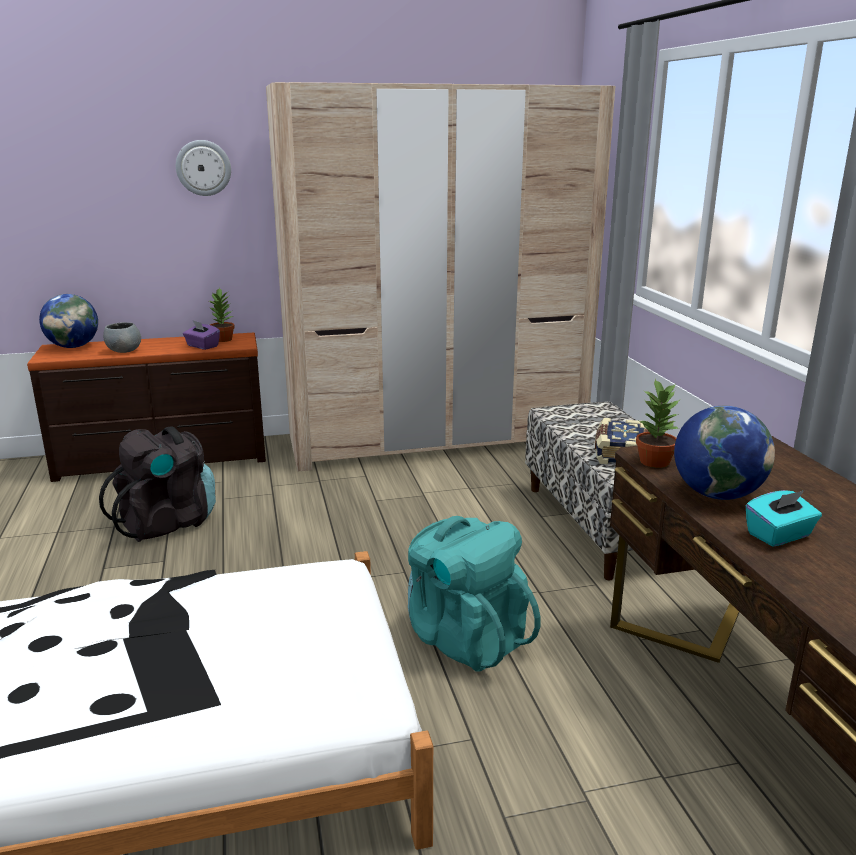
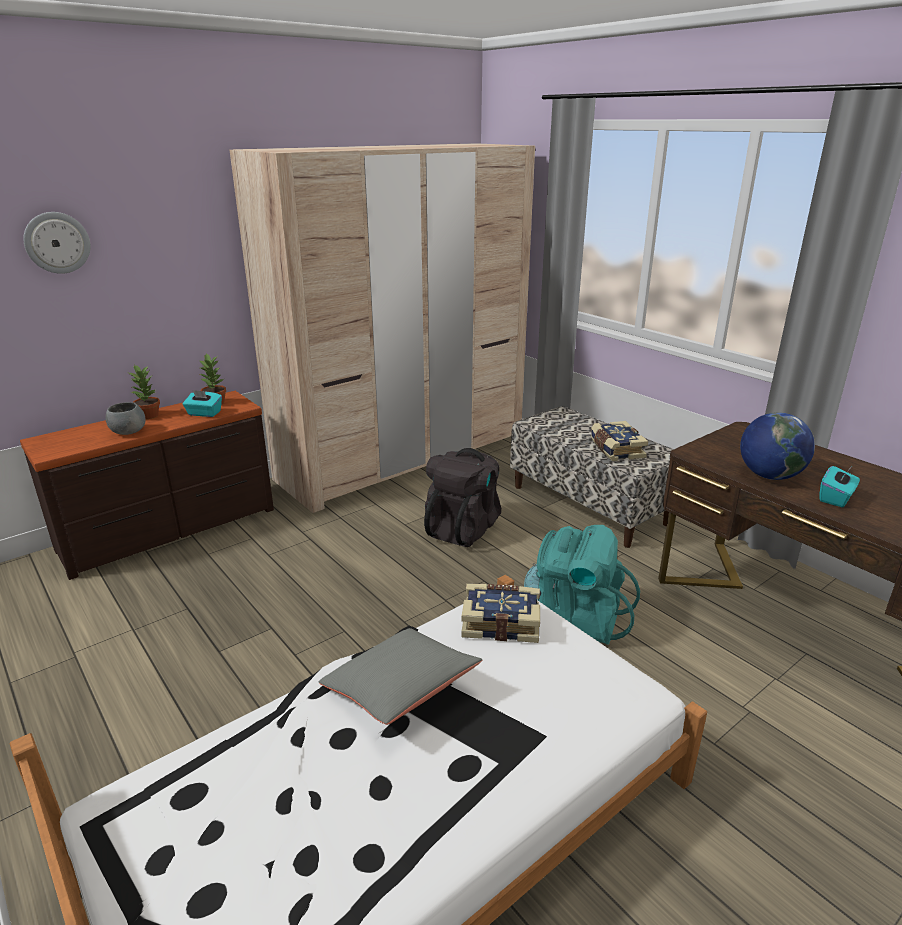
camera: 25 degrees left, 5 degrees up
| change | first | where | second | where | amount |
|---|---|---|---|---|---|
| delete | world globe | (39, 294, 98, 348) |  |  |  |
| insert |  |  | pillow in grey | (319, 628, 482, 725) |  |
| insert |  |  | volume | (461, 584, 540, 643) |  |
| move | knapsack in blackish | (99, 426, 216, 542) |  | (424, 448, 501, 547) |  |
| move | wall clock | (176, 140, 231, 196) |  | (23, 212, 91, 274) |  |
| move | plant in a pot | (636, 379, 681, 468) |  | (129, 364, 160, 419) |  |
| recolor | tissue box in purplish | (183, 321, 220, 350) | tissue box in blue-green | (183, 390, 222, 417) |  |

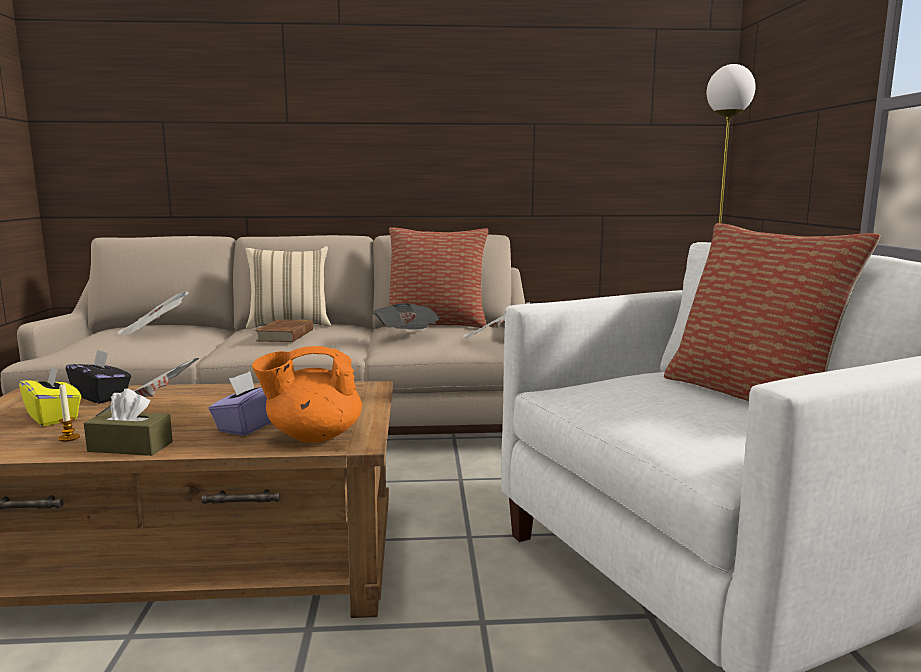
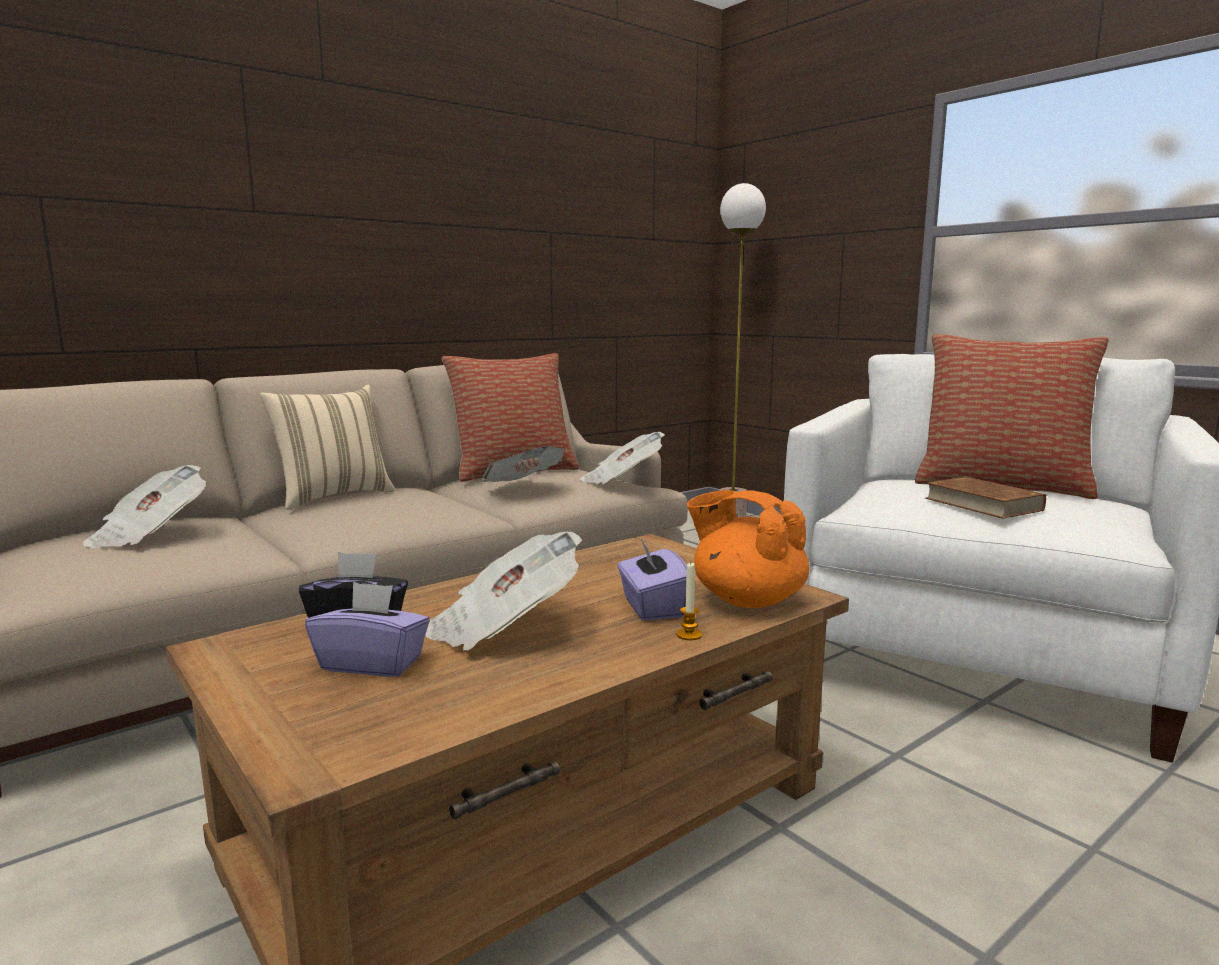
camera: 35 degrees left, 0 degrees up
| change | first | where | second | where | amount |
|---|---|---|---|---|---|
| delete | tissue box in brown-coloured | (84, 389, 173, 456) |  |  |  |
| move | wax candle | (58, 384, 80, 442) |  | (676, 563, 702, 640) |  |
| move | volume in brown-coloured | (255, 319, 313, 342) |  | (925, 477, 1046, 519) |  |
| recolor | tissue box in yellowish | (19, 365, 81, 426) | tissue box in purplish | (305, 582, 430, 677) |  |
| rotate | tea pot in orange-coloured | (252, 346, 362, 443) |  | (687, 490, 810, 608) | 90 degrees clockwise |

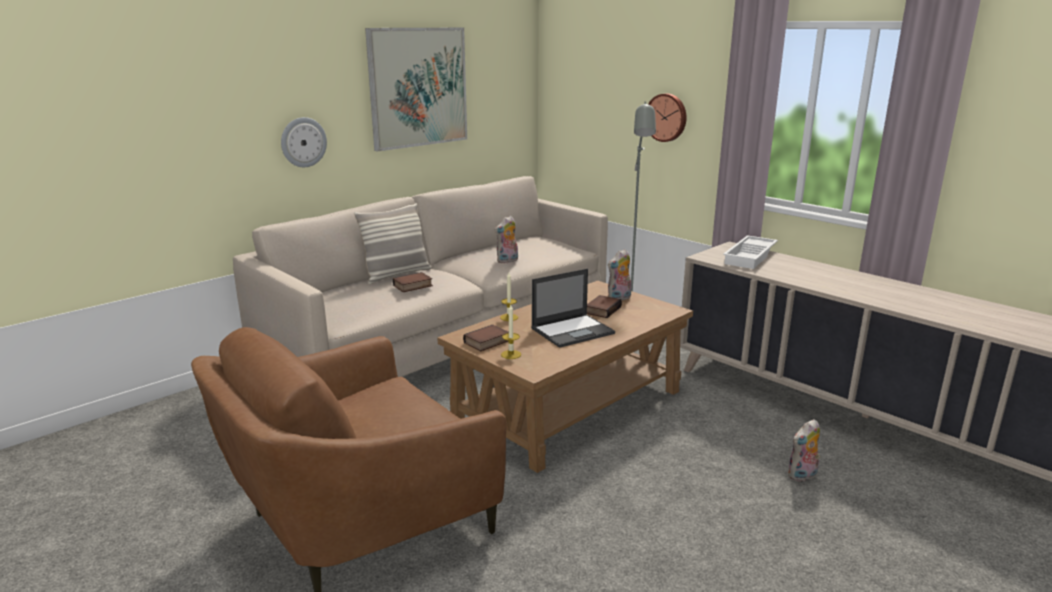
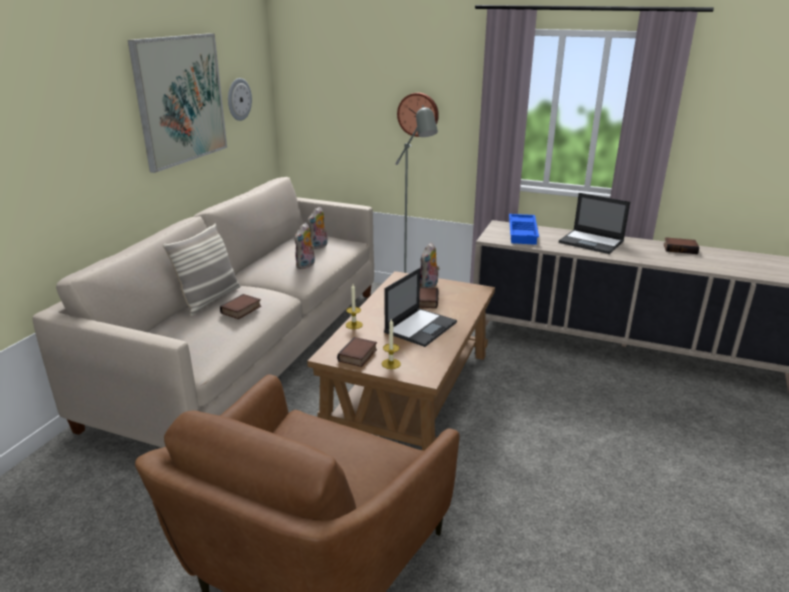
camera: 25 degrees left, 5 degrees up
| change | first | where | second | where | amount |
|---|---|---|---|---|---|
| insert |  |  | laptop | (559, 193, 630, 254) |  |
| insert |  |  | volume | (663, 237, 699, 254) |  |
| move | wall clock | (281, 117, 327, 167) |  | (228, 78, 252, 121) |  |
| move | soft toy | (787, 419, 820, 482) |  | (308, 207, 328, 249) |  |
| recolor | carrying tray in whitish | (723, 235, 778, 269) | carrying tray in blue | (509, 214, 539, 245) |  |

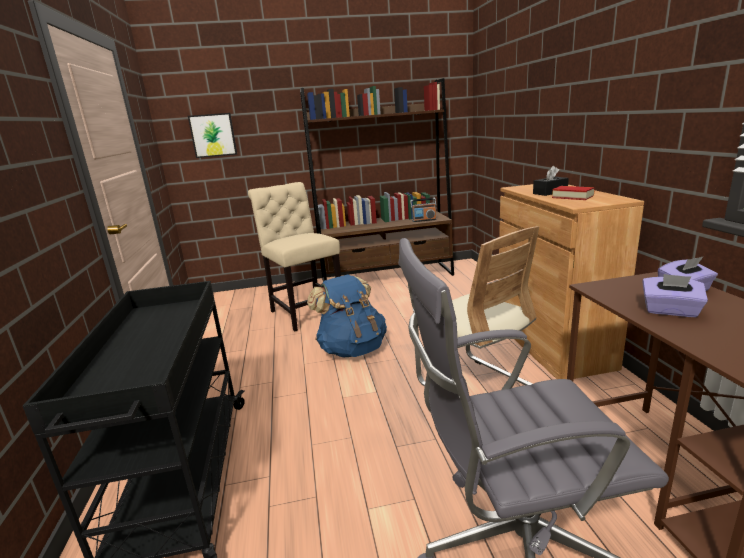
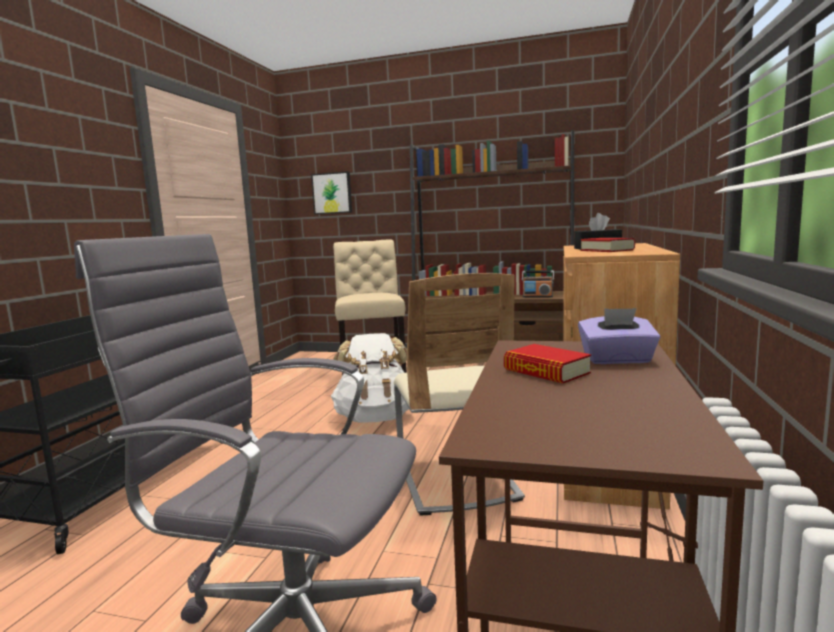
camera: 25 degrees right, 10 degrees down
| change | first | where | second | where | amount |
|---|---|---|---|---|---|
| replace | tissue box in purplish | (642, 274, 708, 317) | volume | (504, 344, 591, 383) |  |
| recolor | knapsack in blue | (307, 275, 387, 357) | knapsack in whitish | (331, 333, 409, 423) |  |

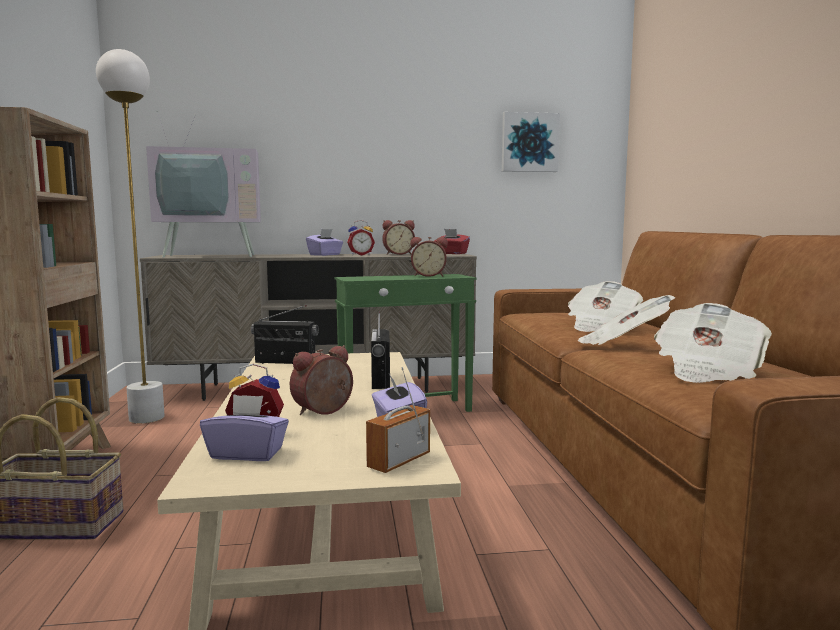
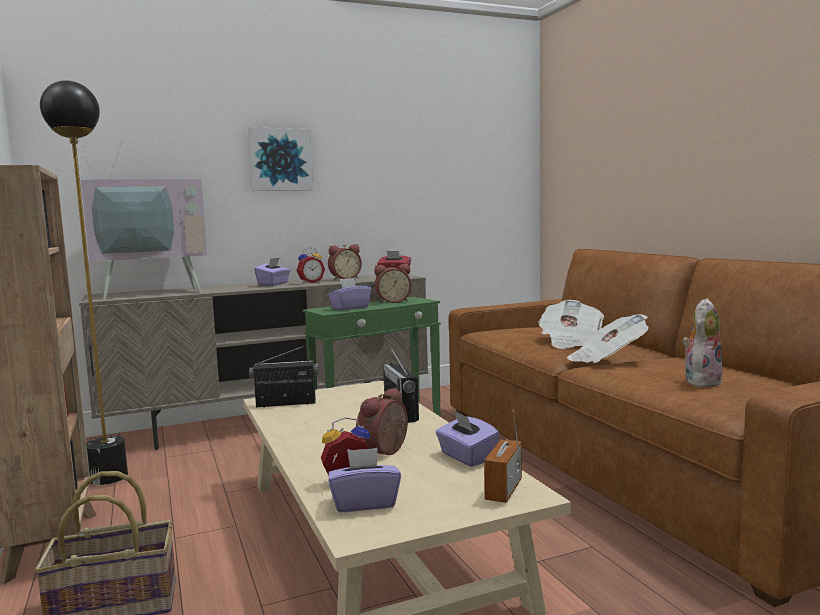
camera: 15 degrees left, 0 degrees up
| change | first | where | second | where | amount |
|---|---|---|---|---|---|
| insert |  |  | tissue box in purplish | (328, 277, 372, 310) |  |
| move | wall art | (502, 112, 560, 172) |  | (248, 127, 313, 191) |  |
| replace | printed paper | (654, 303, 772, 383) | soft toy | (682, 298, 723, 387) |  |
| recolor | standing lamp in whitish | (96, 49, 165, 424) | standing lamp in blackish | (40, 80, 128, 485) |  |

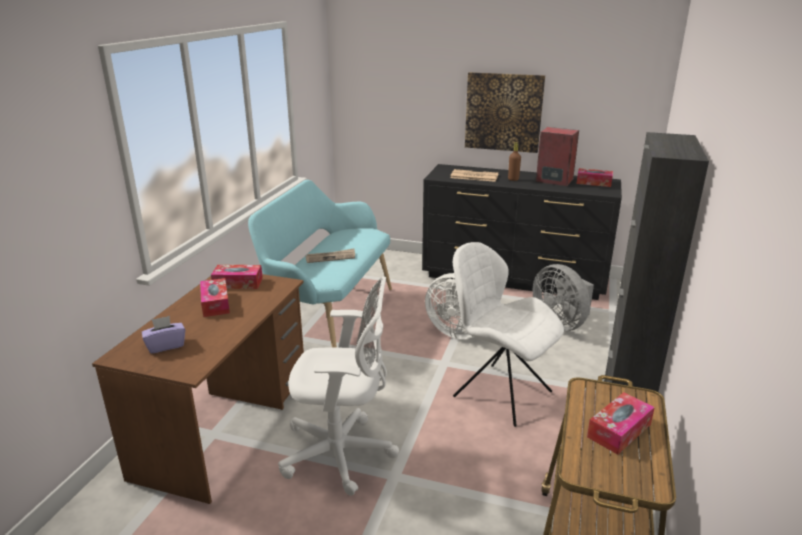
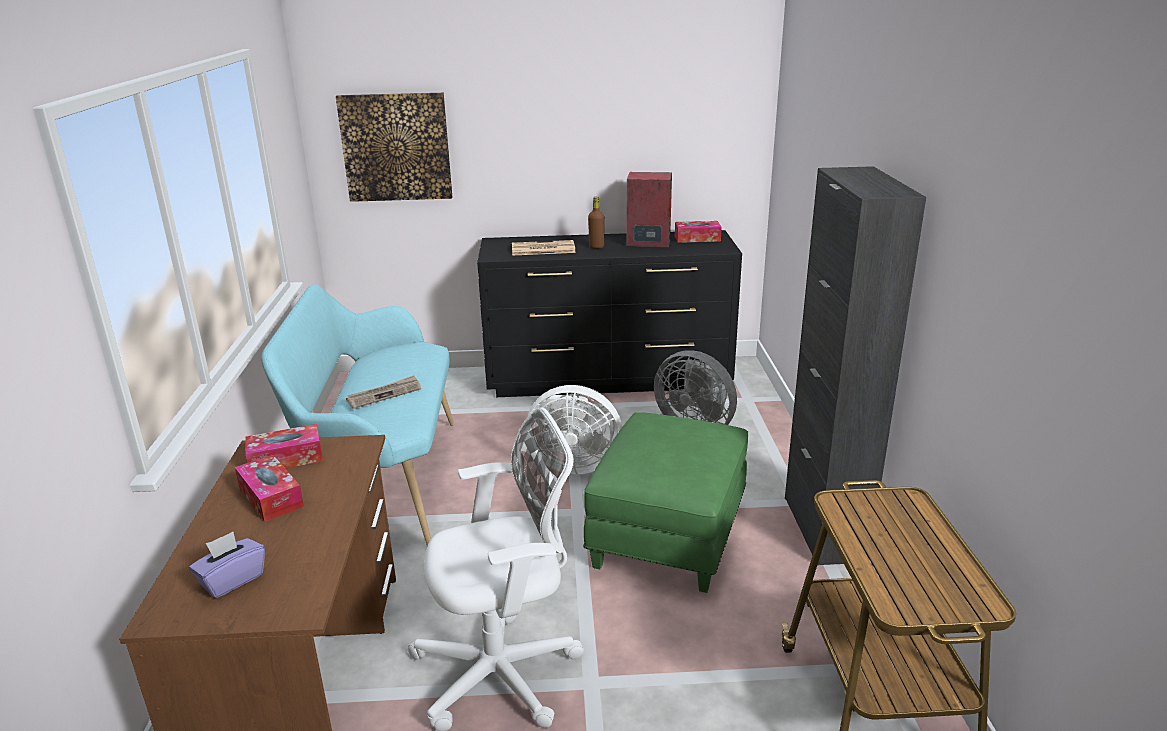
camera: 20 degrees left, 0 degrees up
| change | first | where | second | where | amount |
|---|---|---|---|---|---|
| delete | tissue box | (587, 392, 655, 455) |  |  |  |
| move | wall art | (465, 72, 545, 153) |  | (336, 93, 452, 202) |  |
| replace | chair in whitish | (453, 242, 564, 427) | footrest in greenish | (583, 412, 748, 593) |  |

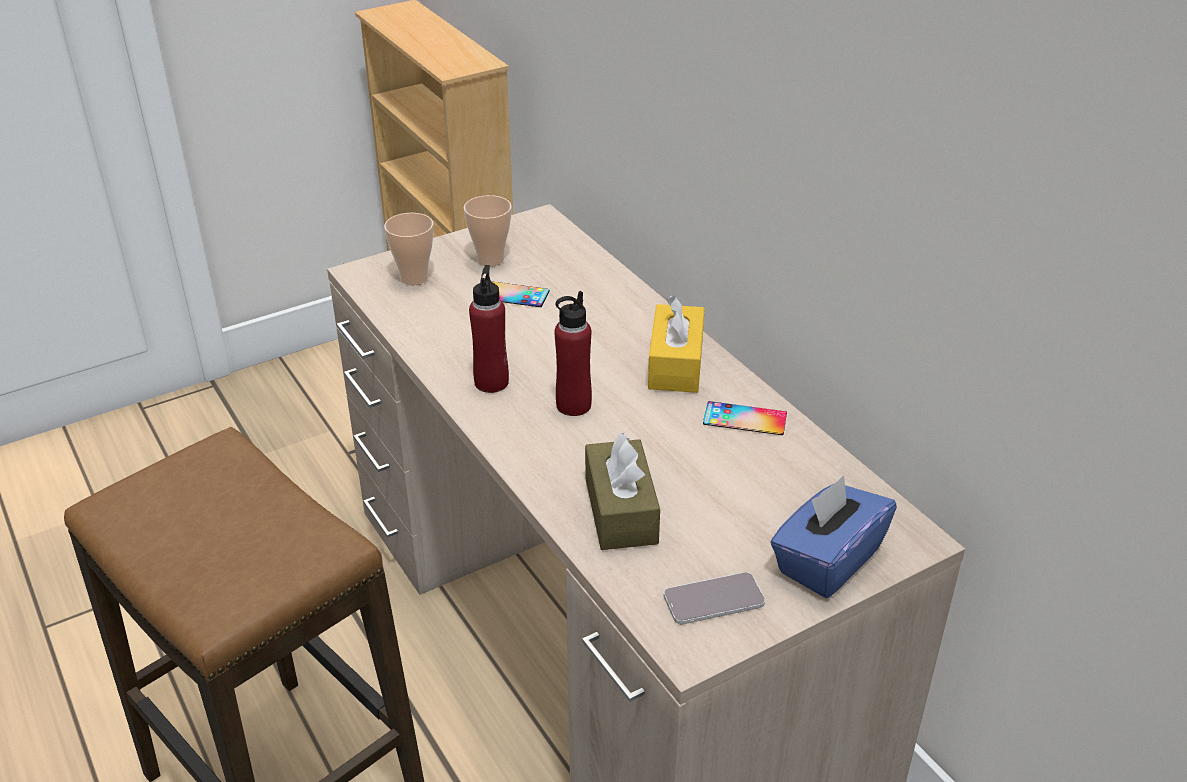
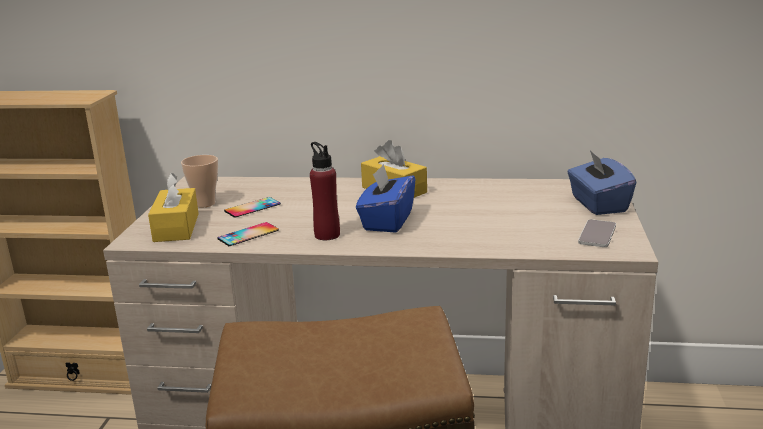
camera: 50 degrees left, 15 degrees down
| change | first | where | second | where | amount |
|---|---|---|---|---|---|
| delete | tissue box in brown-coloured | (585, 433, 660, 550) |  |  |  |
| move | handset | (703, 401, 787, 435) |  | (217, 222, 279, 246) |  |
| replace | small cup | (384, 213, 434, 285) | tissue box in yellowish | (148, 173, 199, 242) |  |
| replace | bottle in red-coloured | (554, 291, 592, 416) | tissue box in blue | (356, 164, 415, 233) |  |

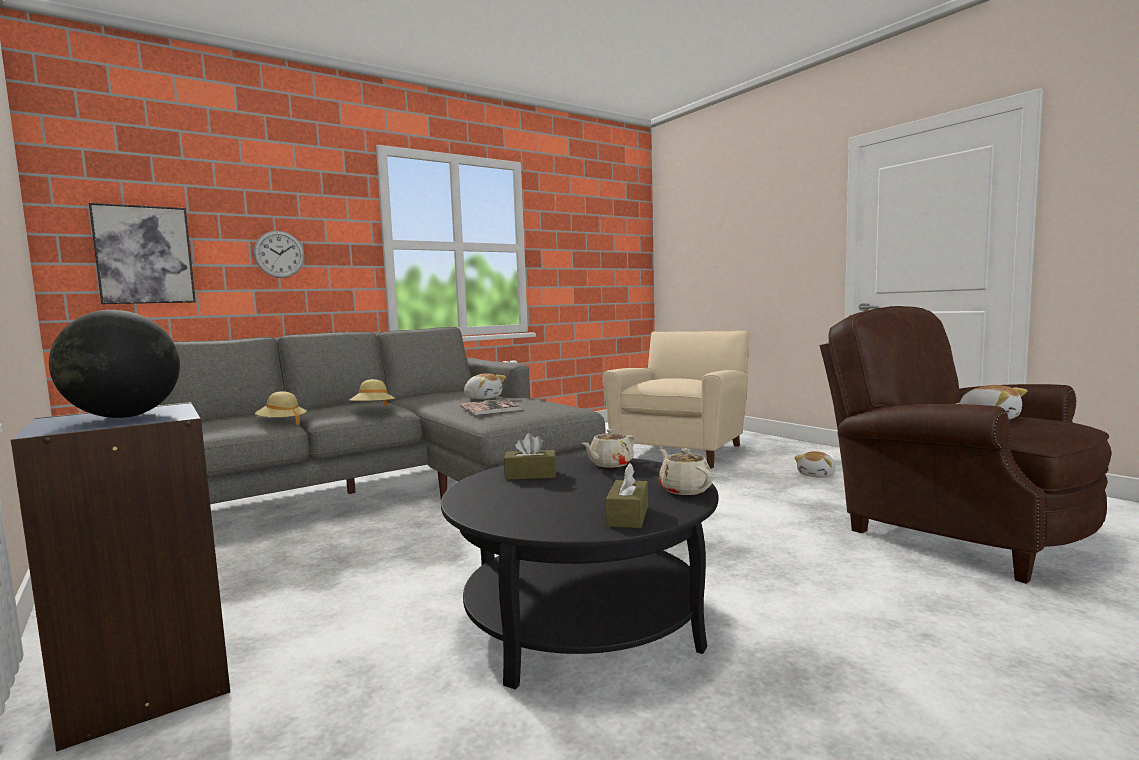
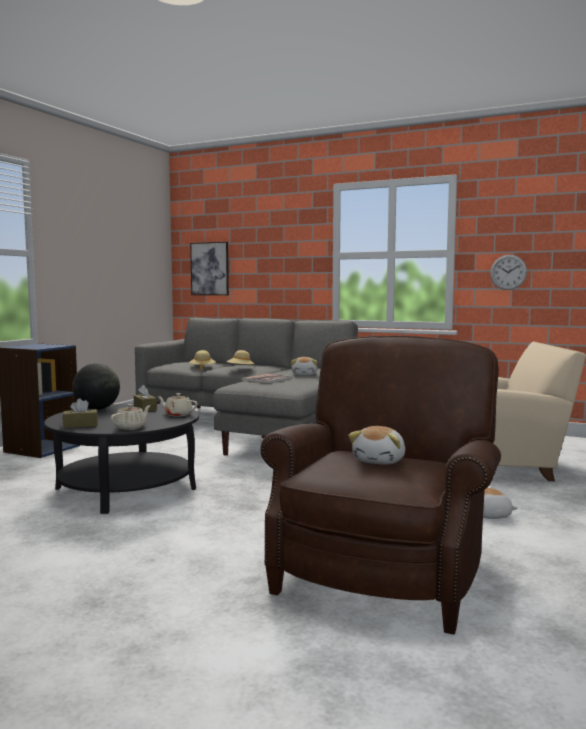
camera: 60 degrees right, 0 degrees up
| change | first | where | second | where | amount |
|---|---|---|---|---|---|
| move | world globe | (49, 310, 180, 418) |  | (73, 363, 120, 410) |  |
| move | wall clock | (254, 231, 305, 278) |  | (490, 255, 527, 290) |  |

